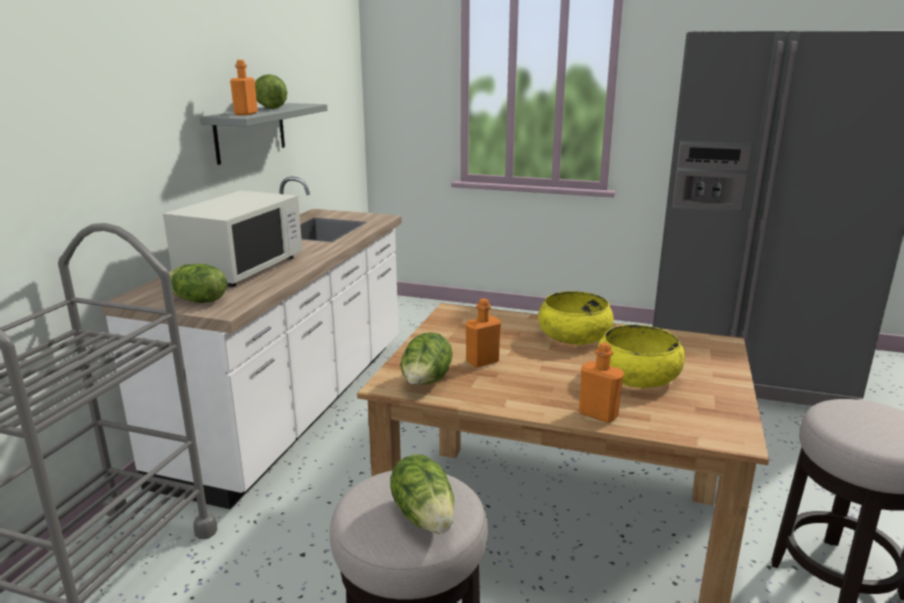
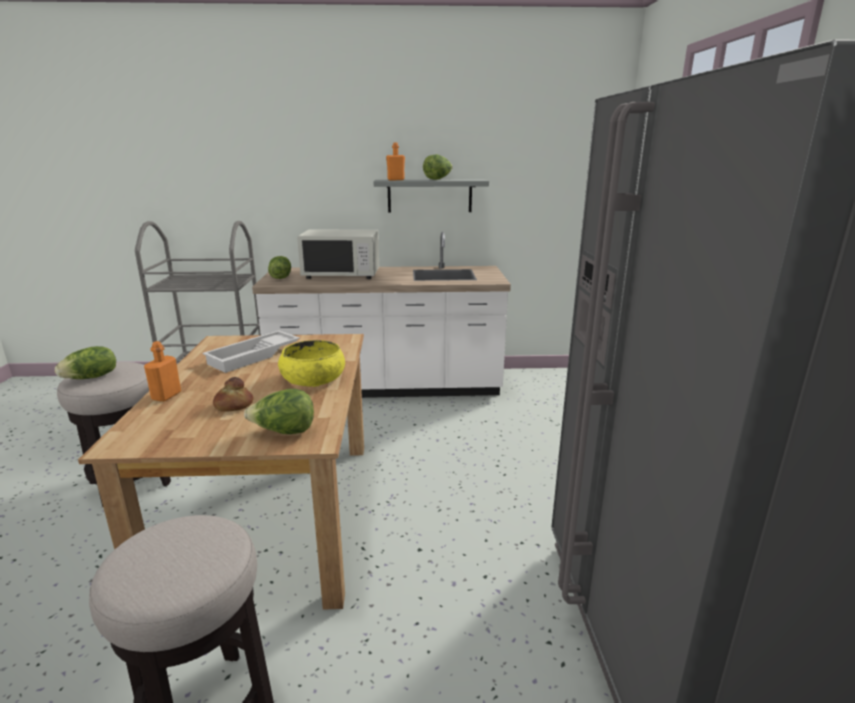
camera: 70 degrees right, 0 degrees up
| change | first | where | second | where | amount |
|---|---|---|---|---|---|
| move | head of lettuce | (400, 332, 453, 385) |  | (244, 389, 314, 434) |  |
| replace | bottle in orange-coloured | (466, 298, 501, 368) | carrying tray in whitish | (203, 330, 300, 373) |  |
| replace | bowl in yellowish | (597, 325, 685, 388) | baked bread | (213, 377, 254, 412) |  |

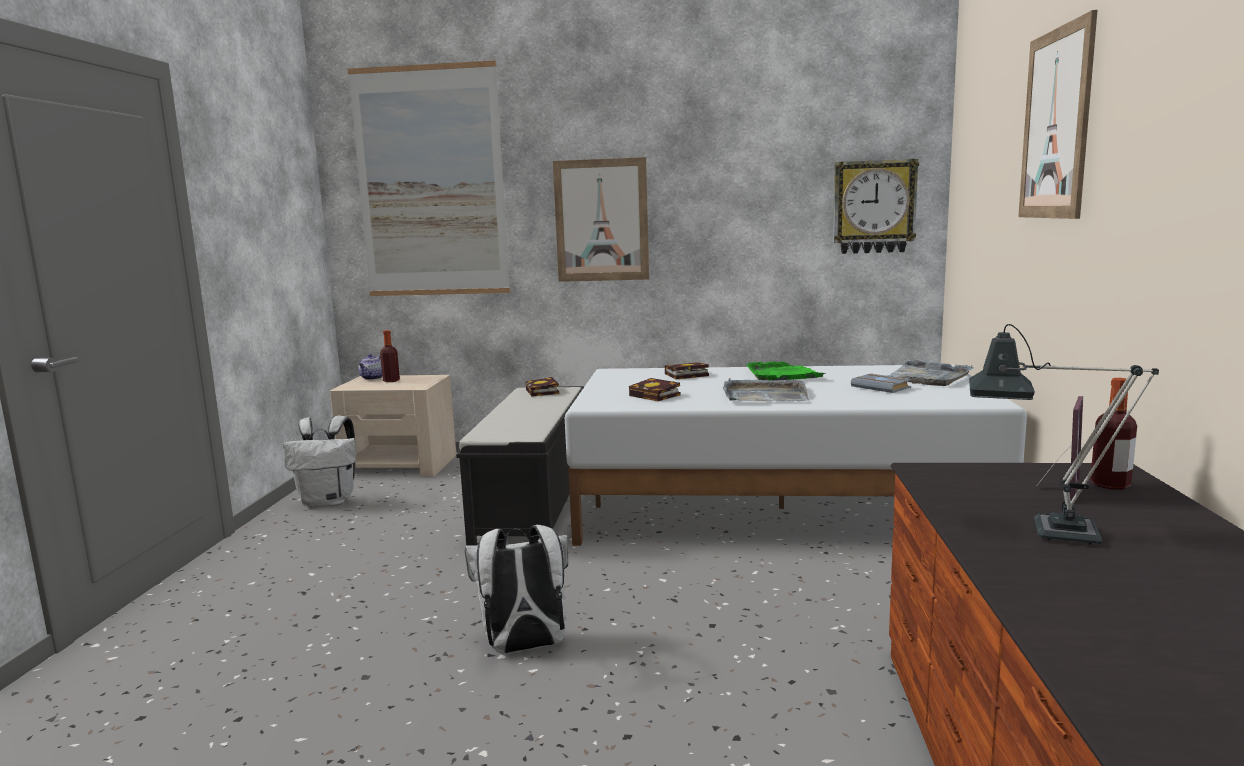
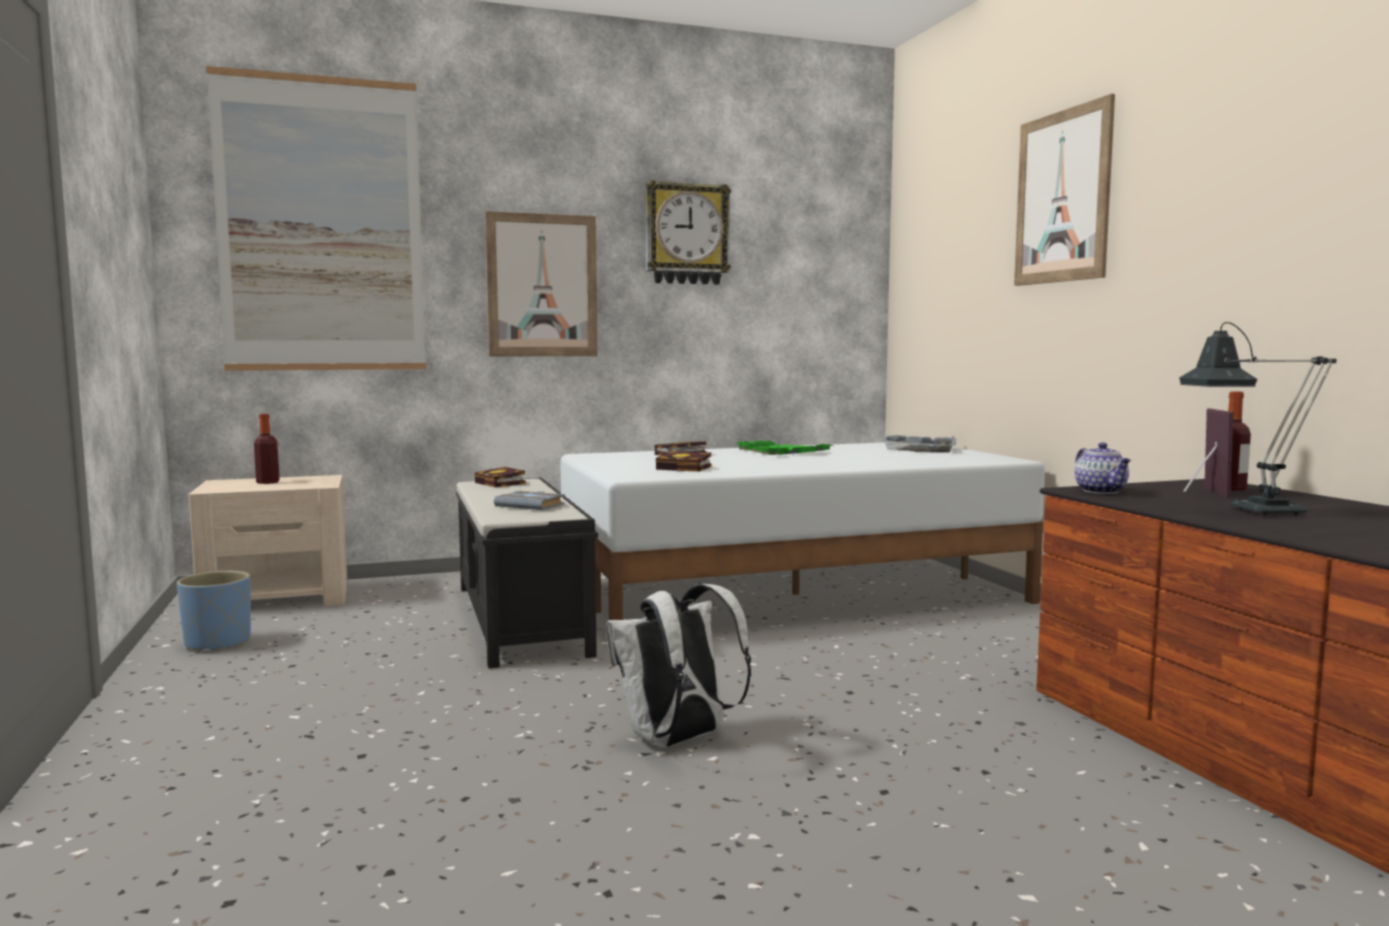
camera: 25 degrees left, 5 degrees down
| change | first | where | second | where | amount |
|---|---|---|---|---|---|
| delete | carrying tray in grey | (723, 378, 809, 401) |  |  |  |
| move | tea pot | (358, 354, 382, 380) |  | (1075, 442, 1131, 494) |  |
| move | wall clock | (833, 159, 919, 254) |  | (646, 180, 731, 285) |  |
| move | volume in grey | (851, 373, 911, 393) |  | (494, 491, 565, 510) |  |
| replace | knapsack in whitish | (283, 415, 356, 508) | planter in blue | (177, 571, 251, 653) |  |

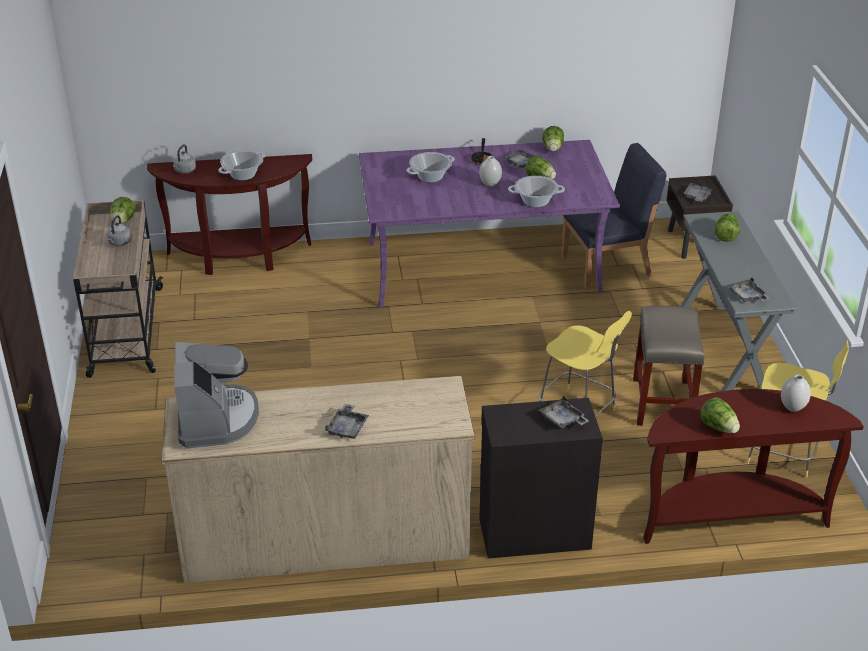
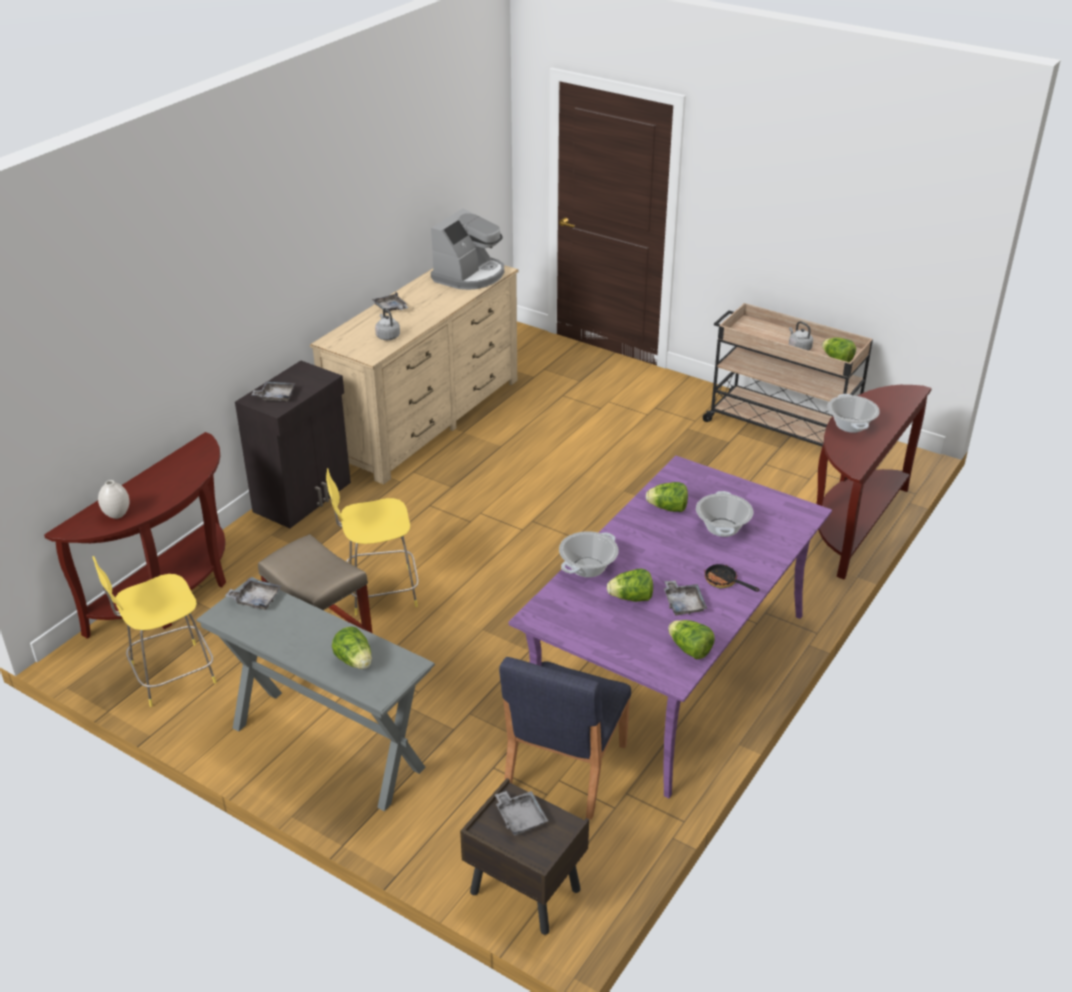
camera: 130 degrees right, 0 degrees up
| change | first | where | second | where | amount |
|---|---|---|---|---|---|
| delete | flower vase in whitish | (479, 156, 502, 187) |  |  |  |
| move | kettle in grey | (173, 144, 196, 174) |  | (375, 308, 400, 340) |  |
| move | head of lettuce | (701, 397, 740, 433) |  | (646, 482, 688, 512) |  |
| rotate | coffee maker | (174, 342, 259, 448) |  | (431, 208, 504, 290) | 90 degrees counterclockwise |

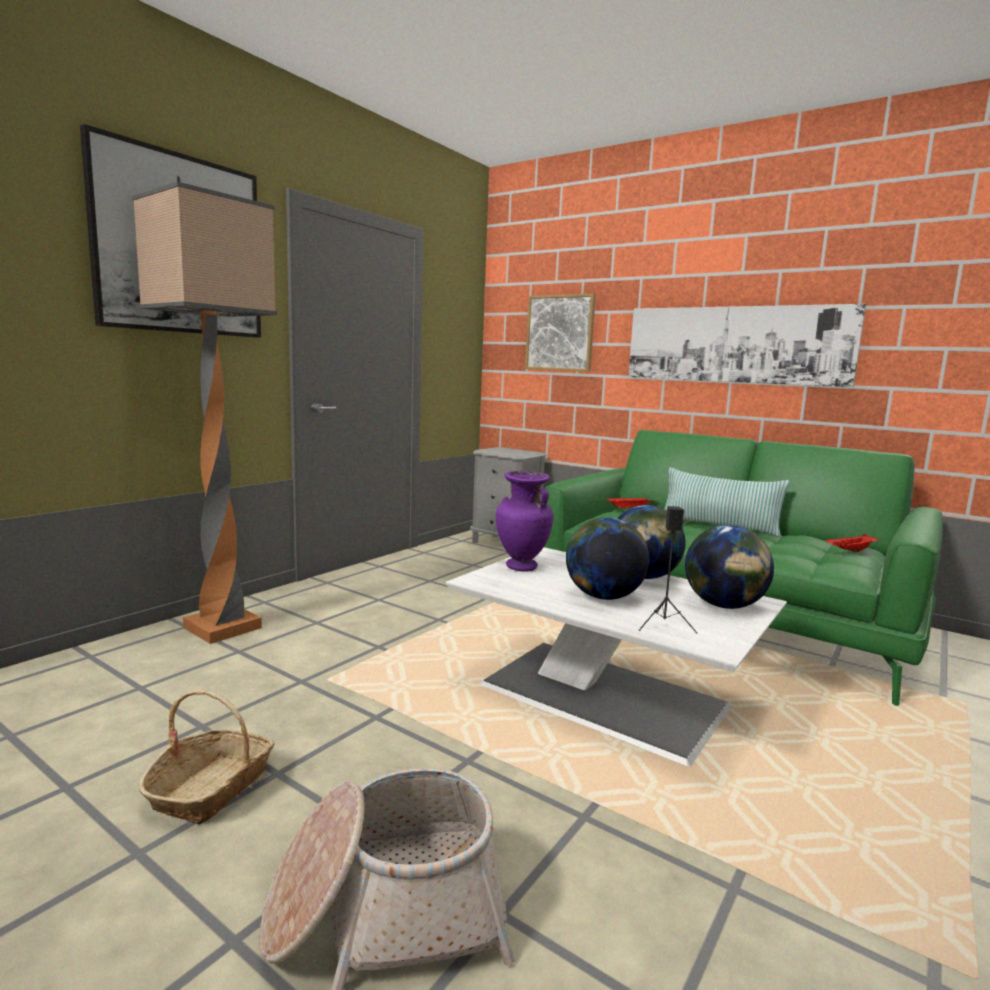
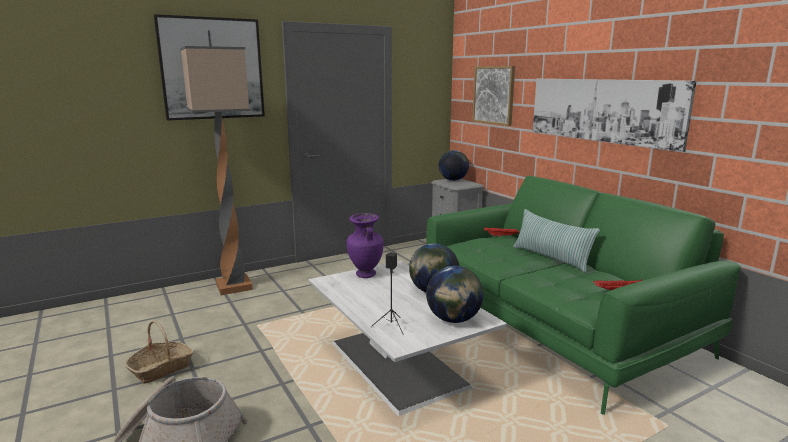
camera: 25 degrees right, 5 degrees up
| change | first | where | second | where | amount |
|---|---|---|---|---|---|
| move | world globe | (566, 517, 649, 600) |  | (439, 150, 469, 181) |  |

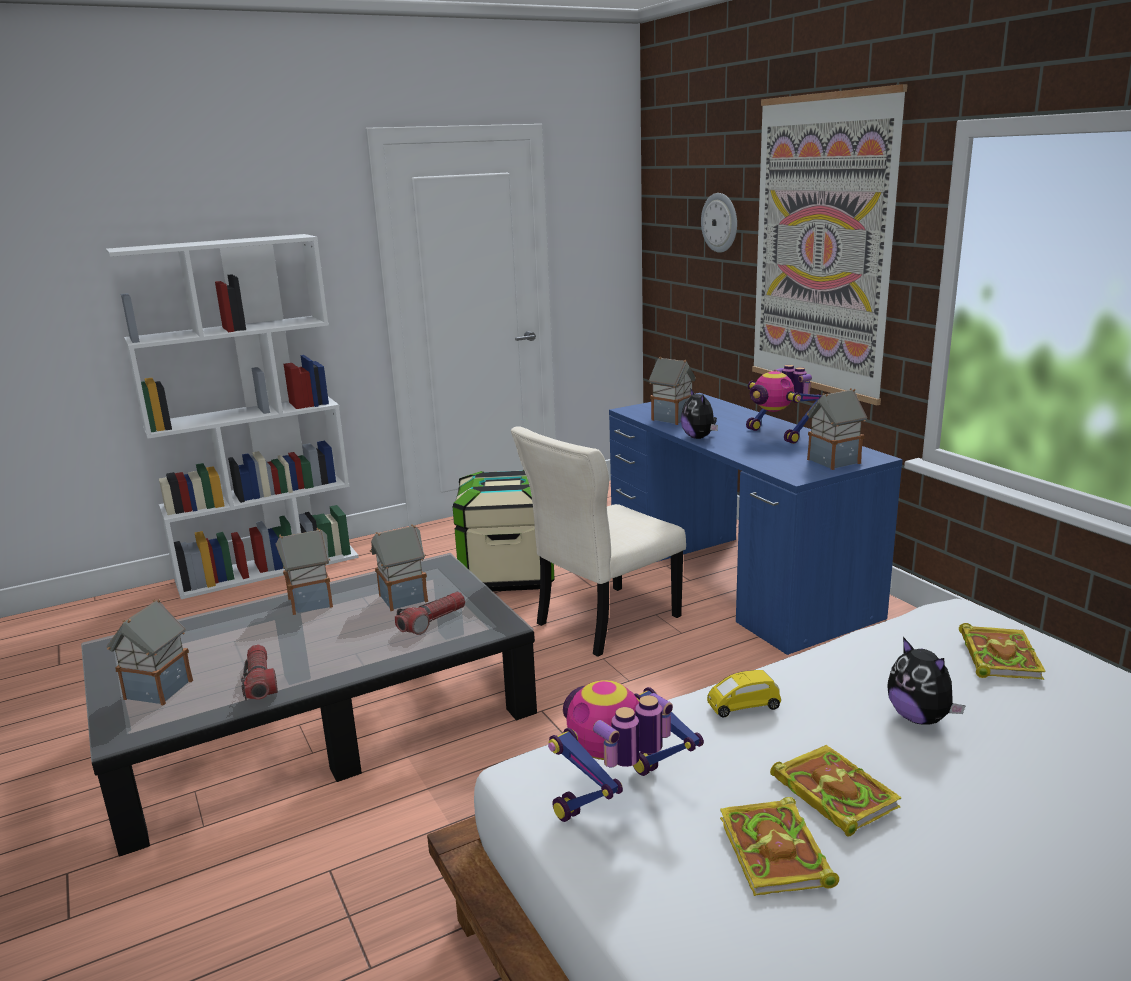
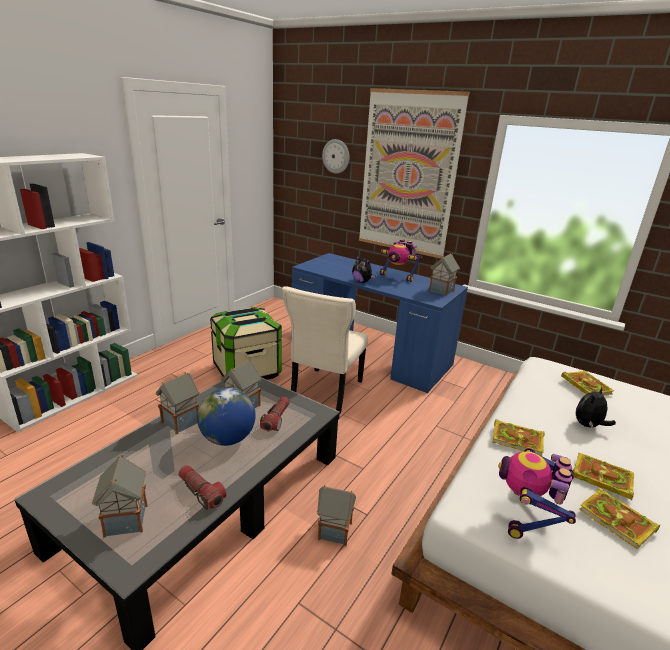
camera: 30 degrees left, 5 degrees up
| change | first | where | second | where | amount |
|---|---|---|---|---|---|
| insert |  |  | world globe | (197, 388, 256, 446) |  |
| move | miniature house | (649, 357, 696, 425) |  | (317, 485, 356, 546) |  |
| replace | miniature car in yellowish | (707, 670, 781, 717) | volume | (492, 419, 545, 456) |  |
| rotate | soft toy | (887, 637, 966, 724) |  | (575, 387, 616, 428) | 105 degrees clockwise |

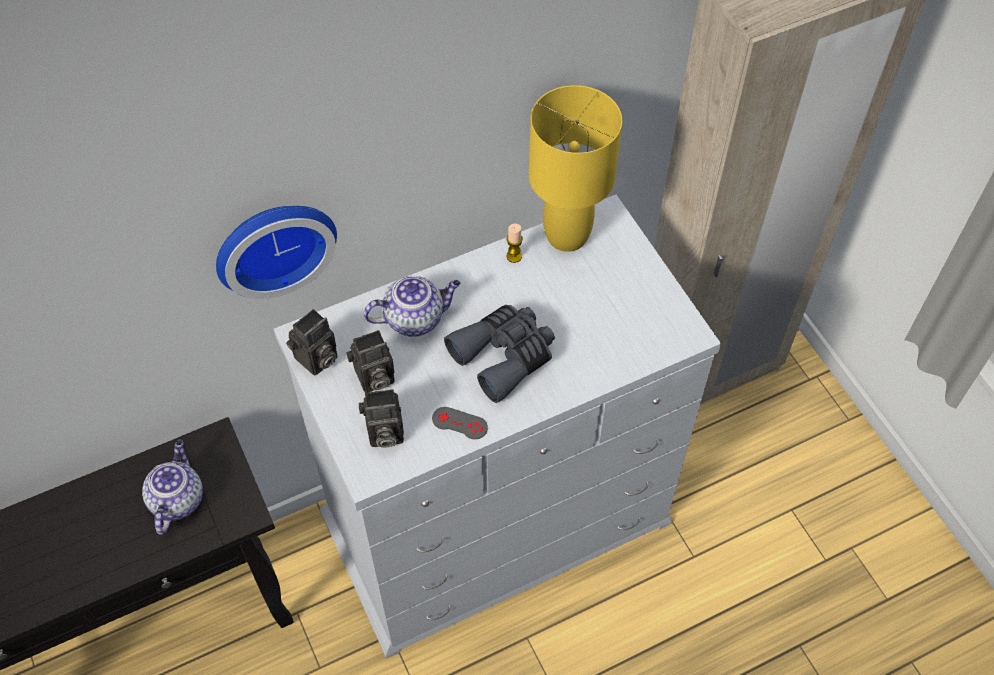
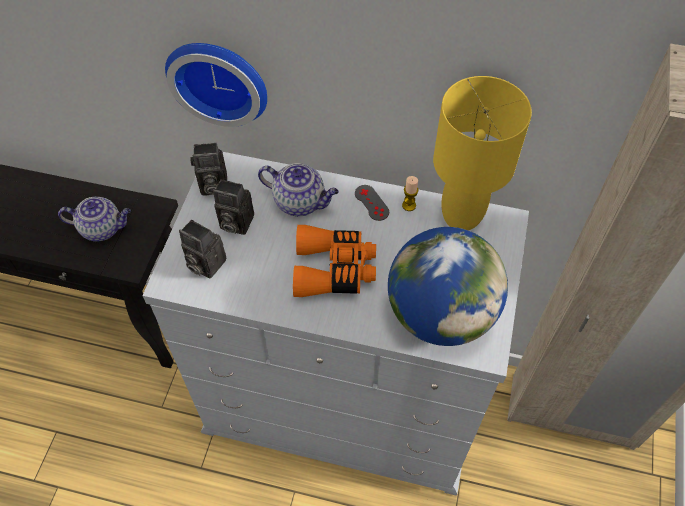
camera: 40 degrees right, 0 degrees up
| change | first | where | second | where | amount |
|---|---|---|---|---|---|
| insert |  |  | world globe | (388, 227, 508, 346) |  |
| move | game controller in grey | (432, 407, 488, 439) |  | (355, 185, 389, 221) |  |
| recolor | binoculars in grey | (444, 305, 555, 403) | binoculars in orange-coloured | (293, 225, 376, 297) |  |
| rotate | tea pot | (142, 440, 203, 535) |  | (58, 197, 131, 242) | 45 degrees clockwise |

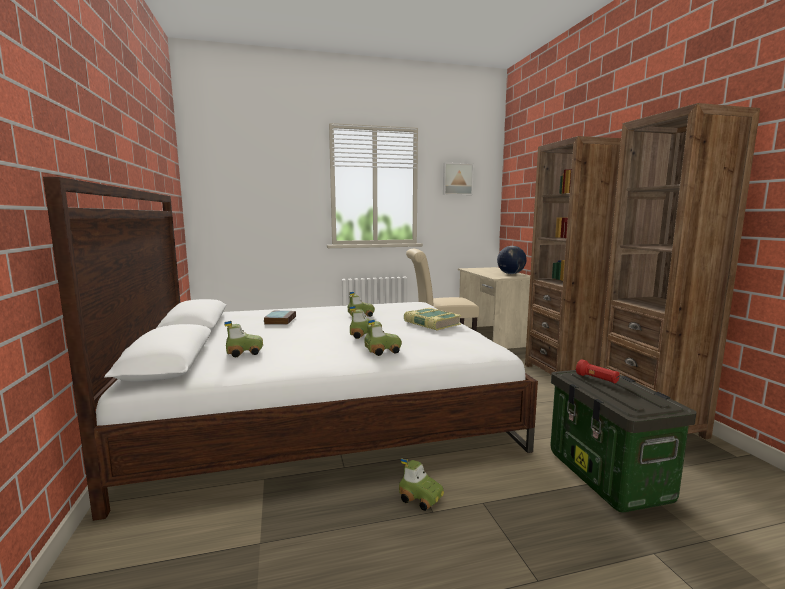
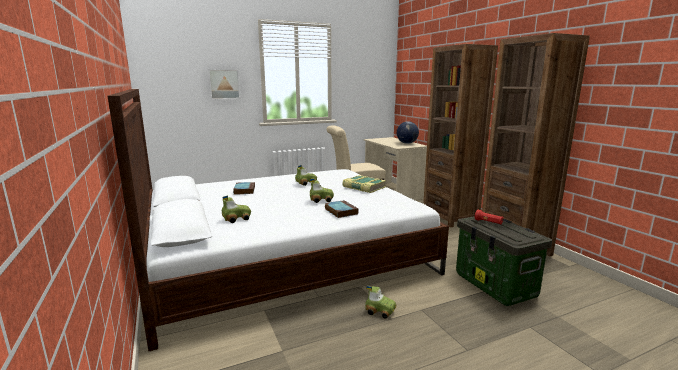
camera: 10 degrees left, 5 degrees up
| change | first | where | second | where | amount |
|---|---|---|---|---|---|
| move | wall art | (443, 163, 474, 195) |  | (208, 69, 240, 99) |  |
| replace | miniature car | (365, 319, 402, 356) | volume | (325, 200, 358, 218) |  |

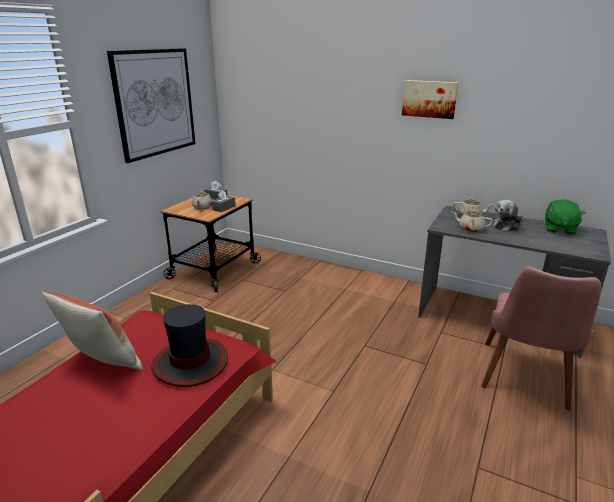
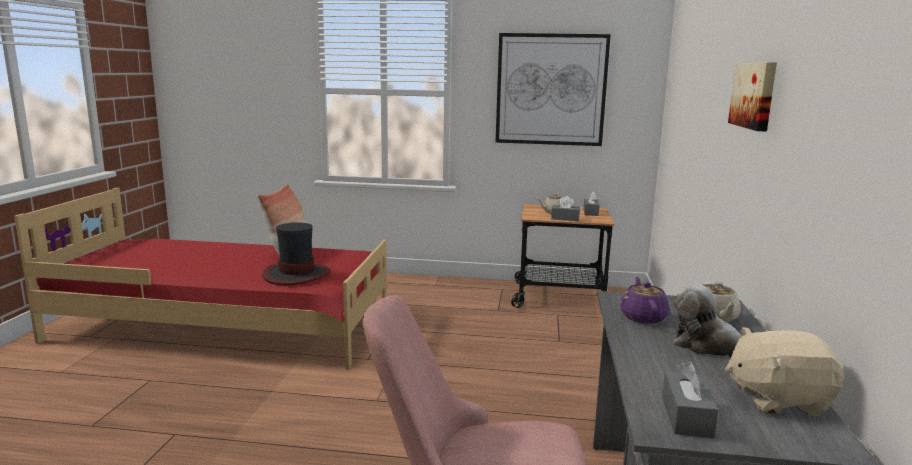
camera: 70 degrees right, 10 degrees down
| change | first | where | second | where | amount |
|---|---|---|---|---|---|
| insert |  |  | tissue box in grey | (662, 361, 719, 438) |  |
| recolor | tea pot in sand-coloured | (452, 210, 493, 232) | tea pot in purplish | (620, 277, 669, 324) |  |
| recolor | soft toy in greenish | (545, 199, 586, 235) | soft toy in sand-coloured | (725, 327, 844, 416) |  |

